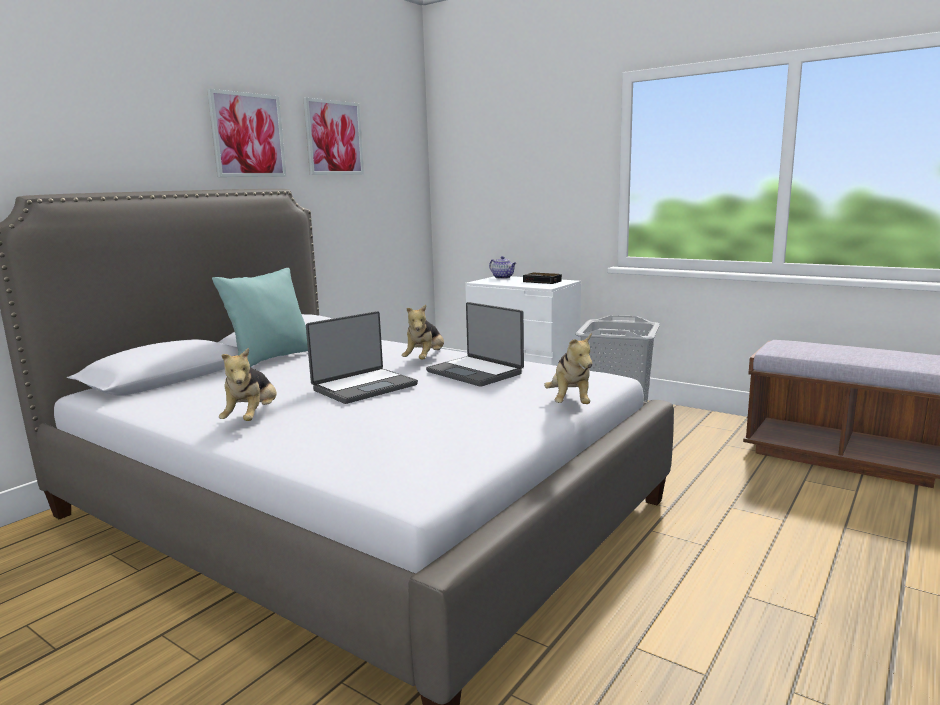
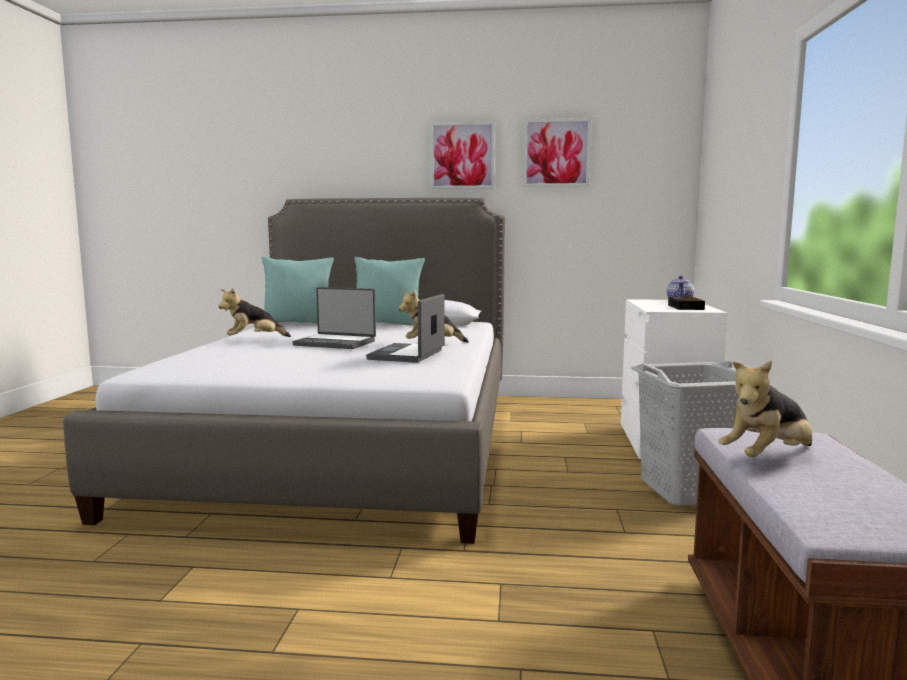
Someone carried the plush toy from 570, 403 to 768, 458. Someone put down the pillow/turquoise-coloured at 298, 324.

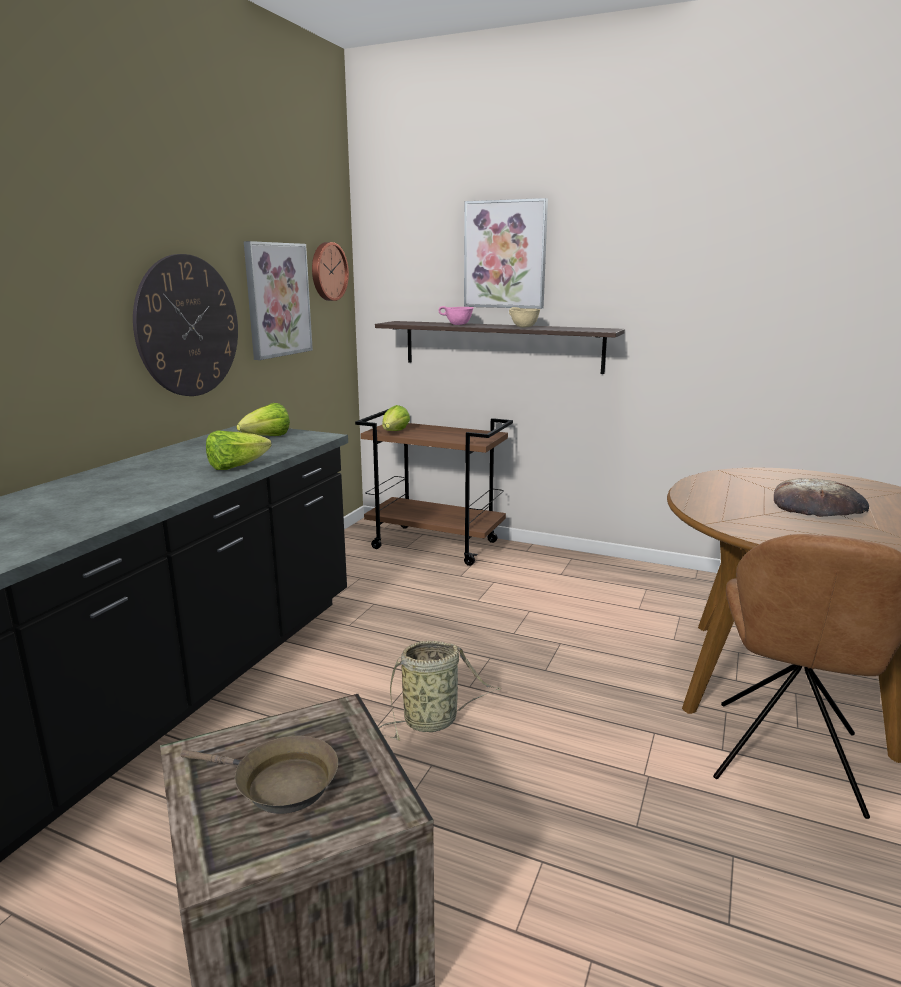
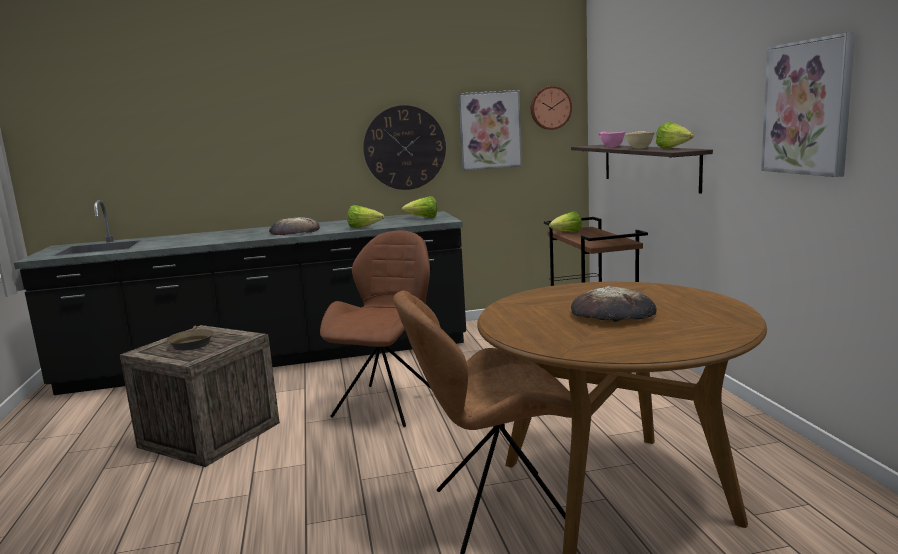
Someone swapped the storage basket at 434, 720 for the plain chair/brown-coloured at 388, 403. Someone carried the wall art from 505, 255 to 807, 107. Someone put down the bakery bread at 294, 232. Someone put down the lettuce at 674, 149.

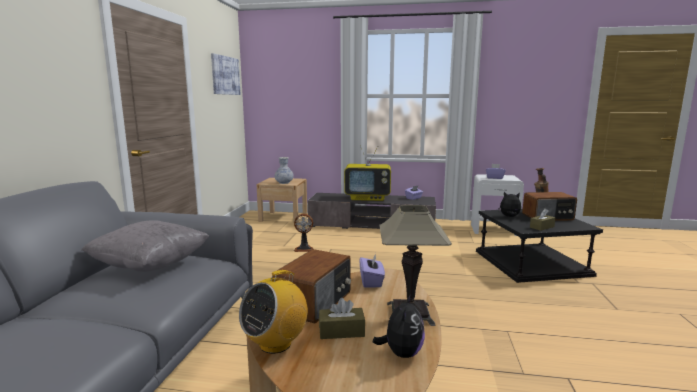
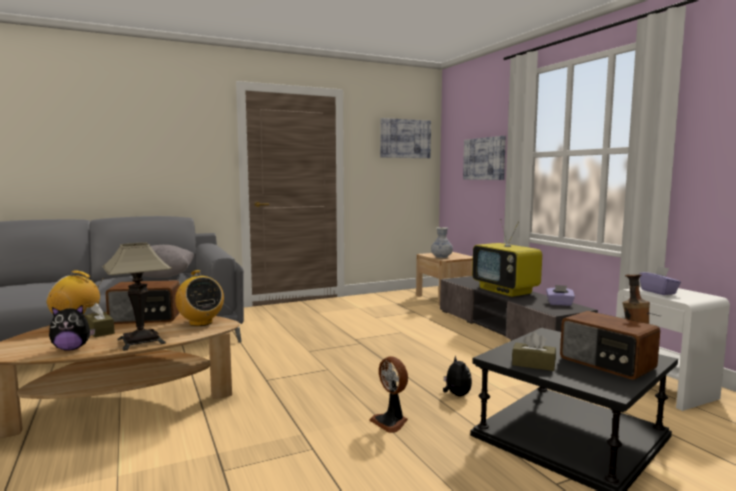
Someone carried the fan from 304, 249 to 391, 422. Someone swapped the tissue holder/purple at 371, 281 for the radio receiver at 200, 323. Someone carried the plush toy from 509, 217 to 456, 395. Someone put up the wall art at 484, 158.

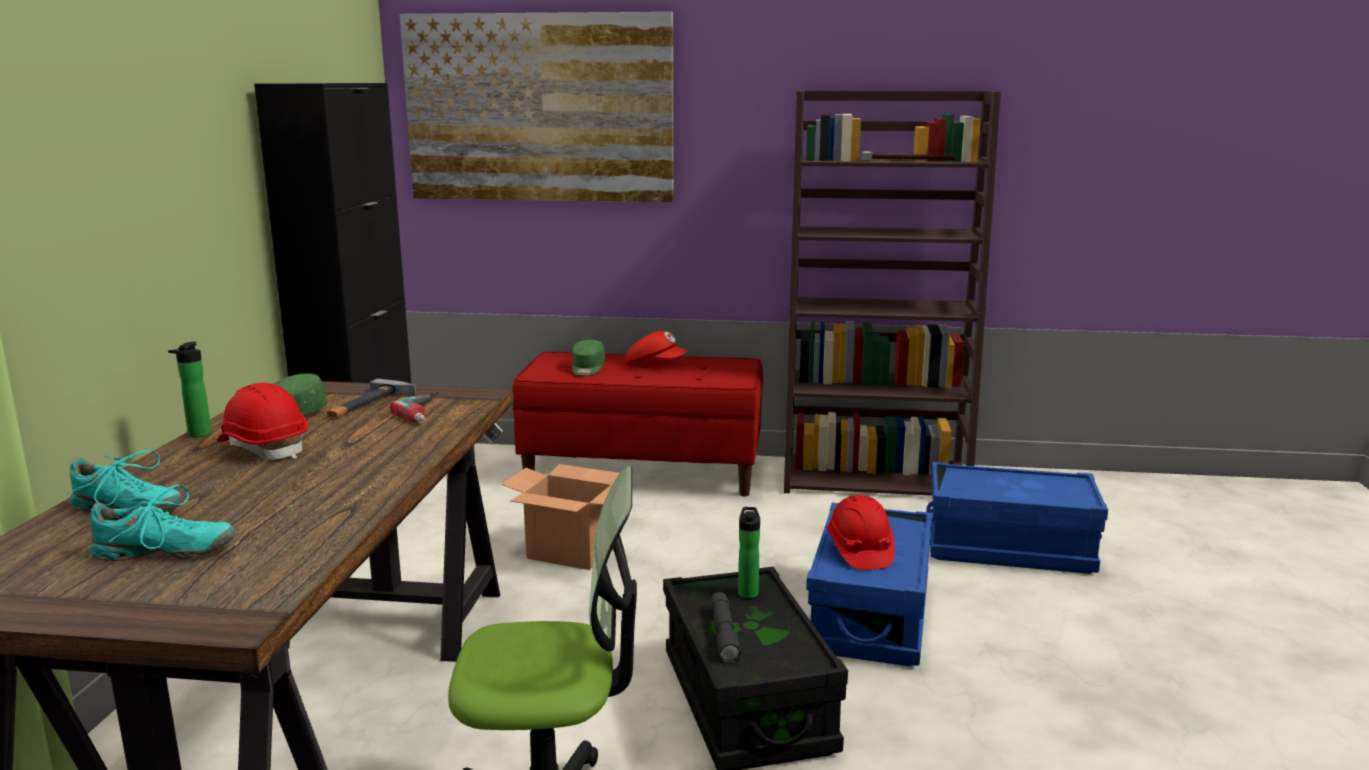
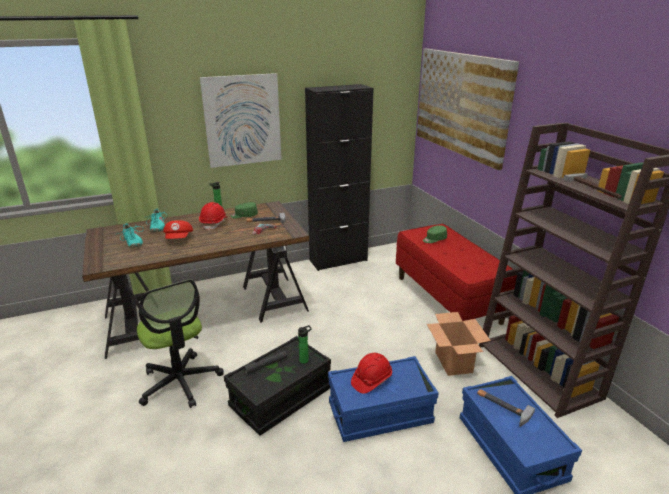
Someone carried the cardboard box from 570, 553 to 454, 362. Someone carried the peaked cap/red from 656, 364 to 179, 239. Someone put up the wall art at 242, 120. Someone put down the tool hammer at 502, 407.

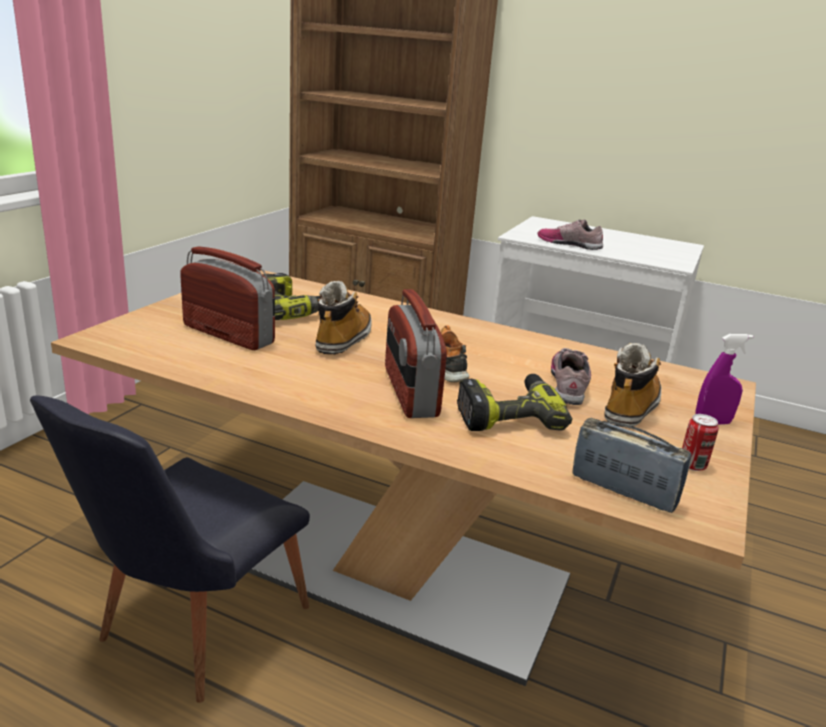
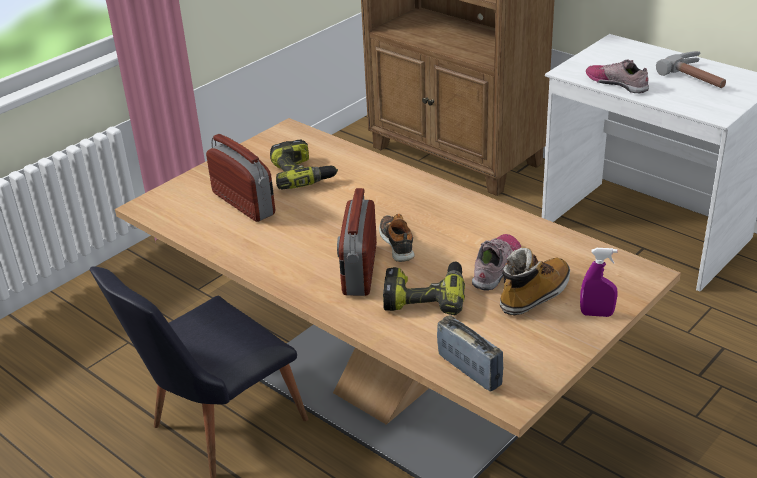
Someone took away the boot at 343, 339. Someone took away the metal can at 692, 465. Someone put down the tool hammer at 699, 77.

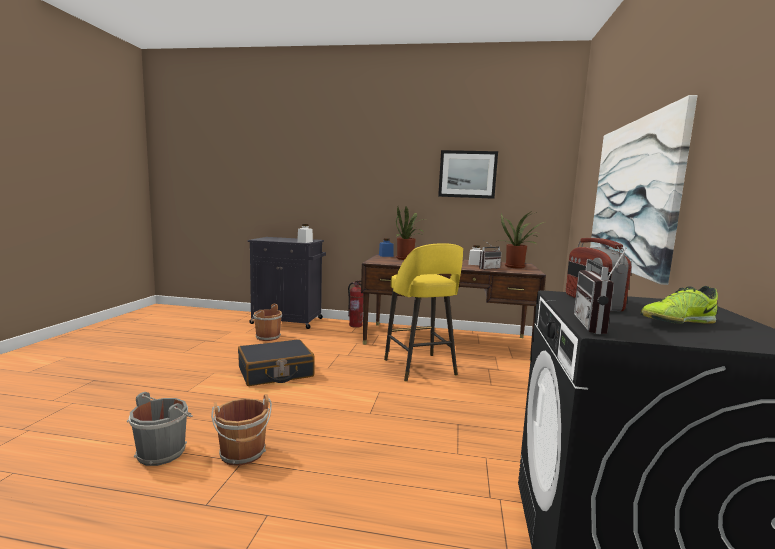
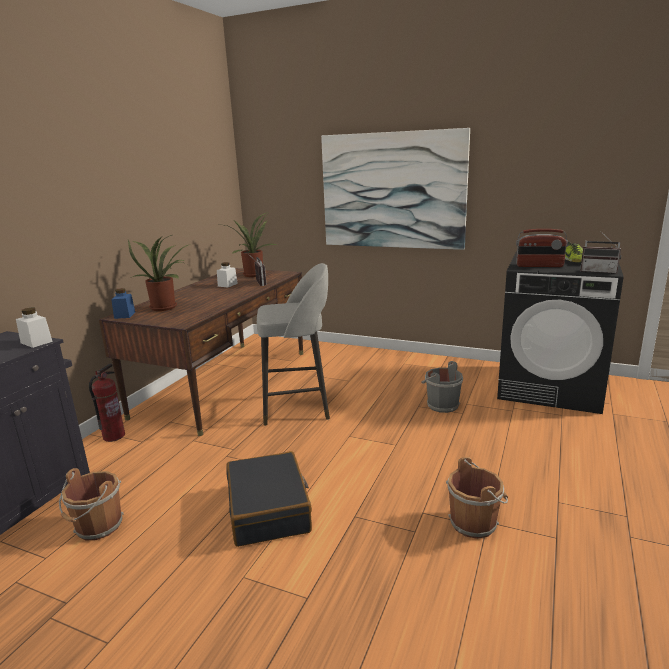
Someone carried the bucket/greyish from 163, 452 to 441, 405. Someone repainted the sitting stool/yellowish at 420, 368, which became the sitting stool/greyish at 298, 407. Someone took away the wall art at 467, 174.

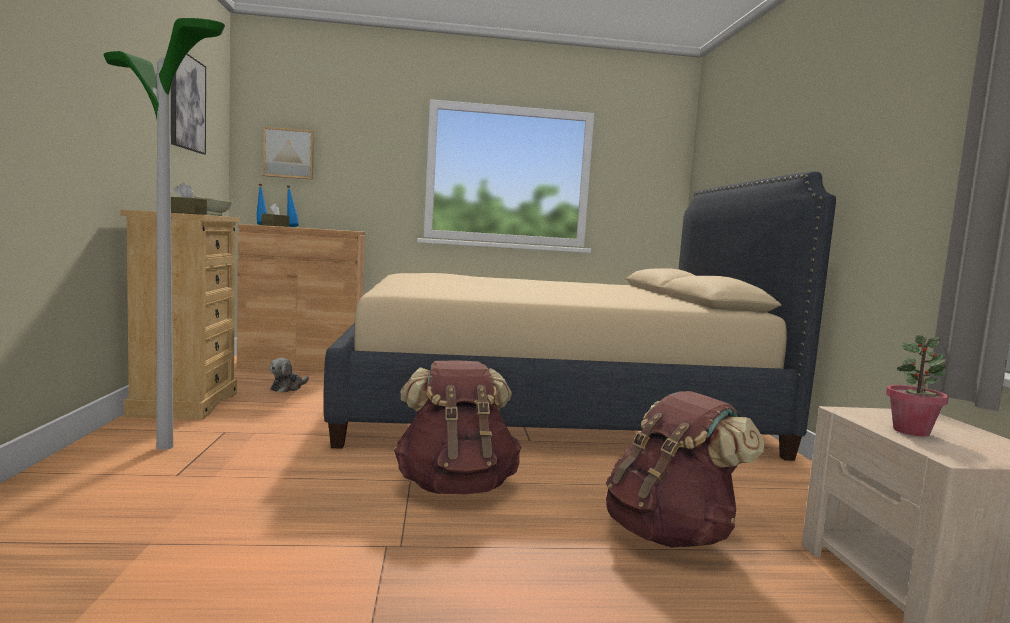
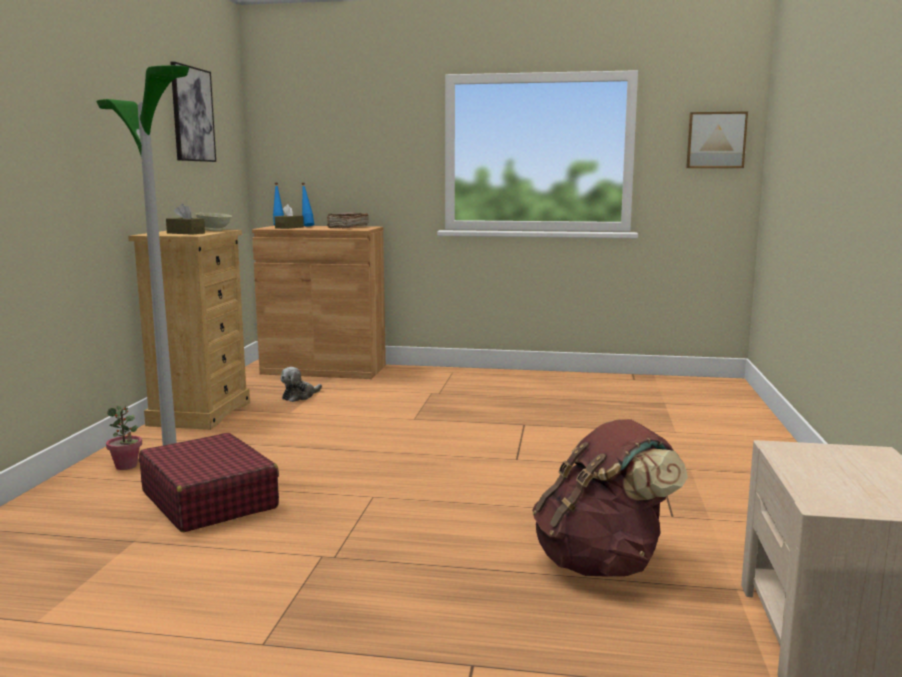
Someone carried the wall art from 289, 153 to 716, 140. Someone took away the sleeping bed/beige-coloured at 547, 408. Someone took away the backpack/brown-coloured at 456, 486. Someone carried the plant in a pot from 911, 431 to 126, 466. Someone put down the piece of luggage/red at 209, 499. Someone put down the book/brown-coloured at 347, 227.

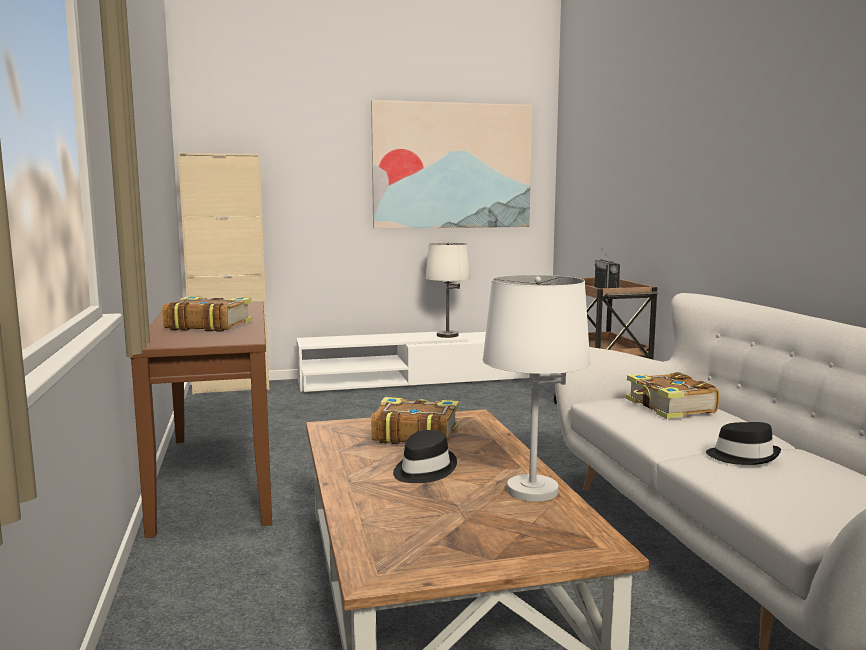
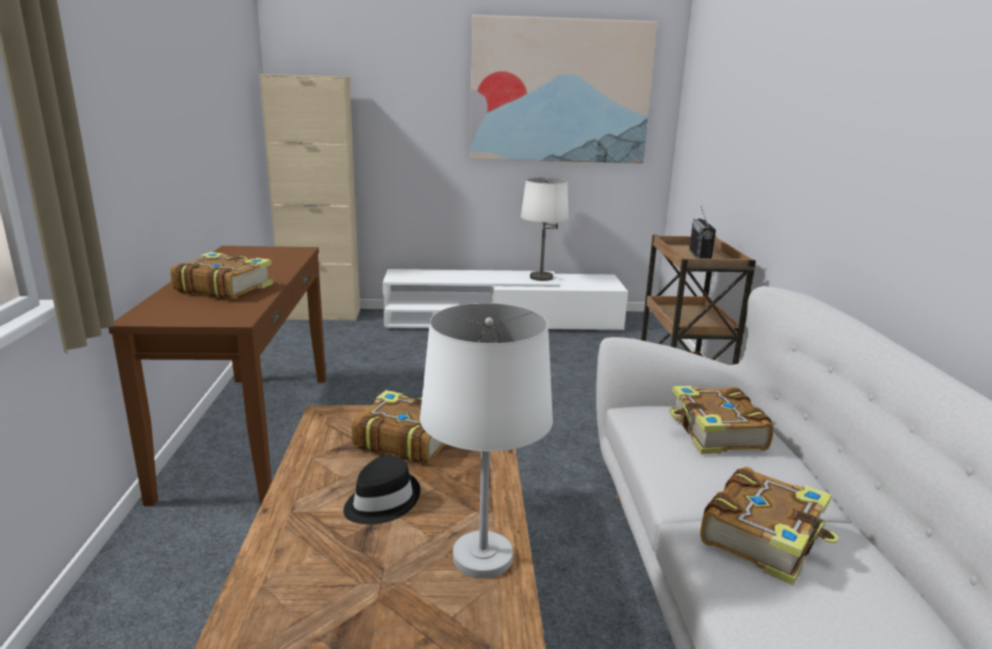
Someone swapped the hat/blackish at 743, 456 for the book at 765, 537.

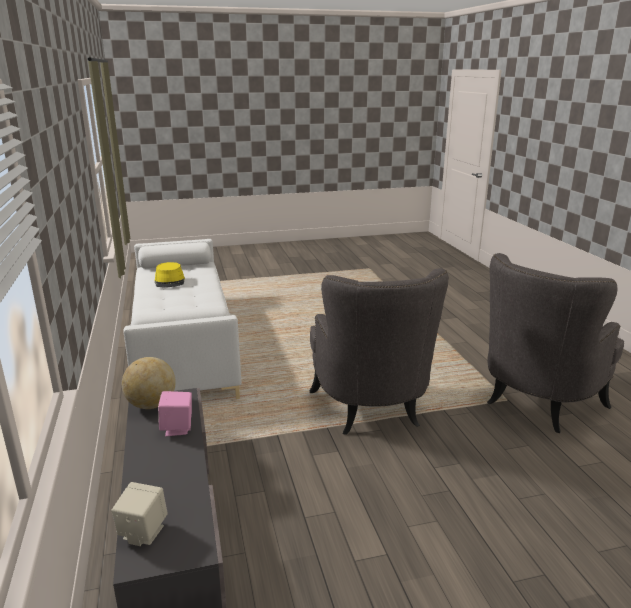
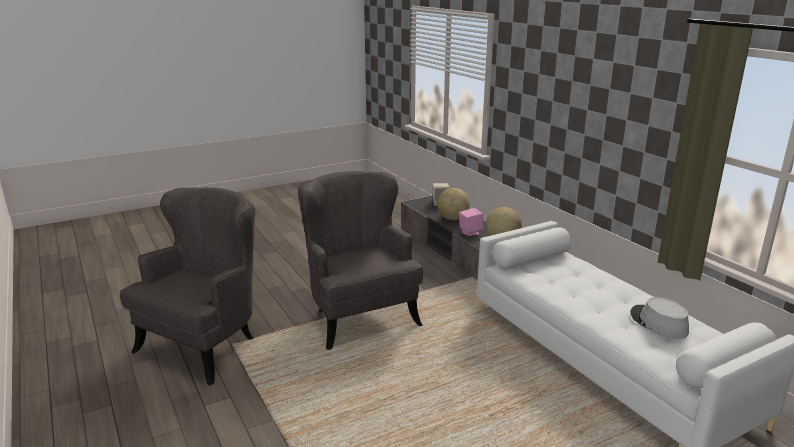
Someone repainted the hat/yellowish at 170, 281, which became the hat/greyish at 658, 323. Someone put down the world globe at 452, 219.

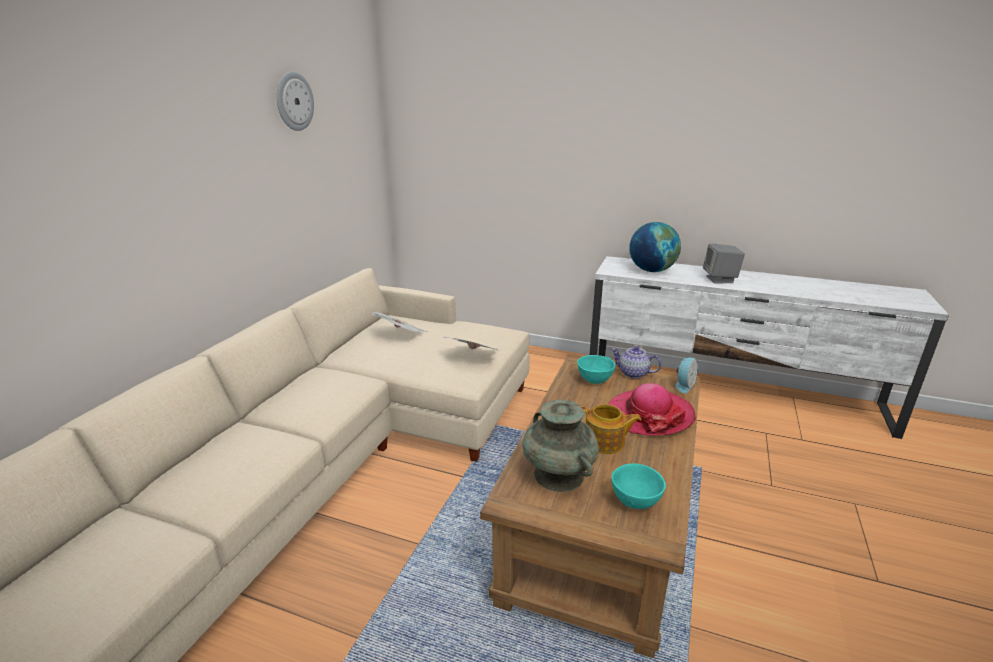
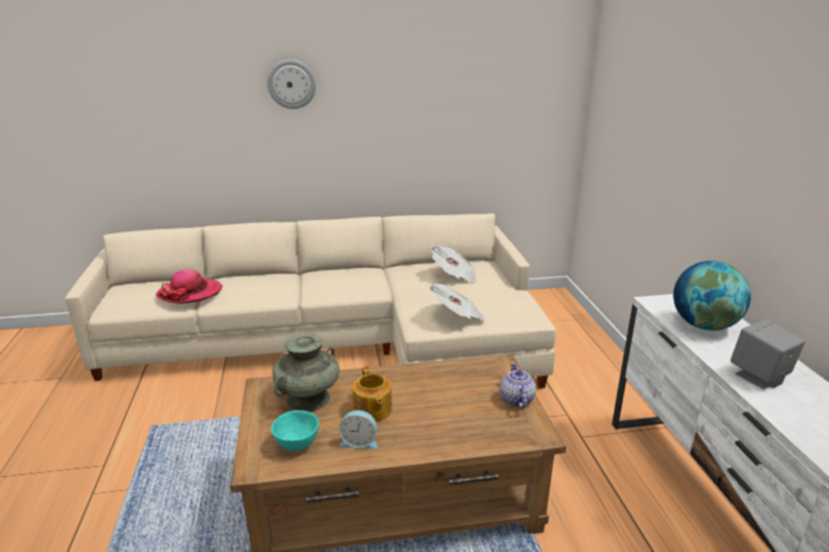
Someone carried the clock on the wall from 294, 101 to 291, 84. Someone took away the deep dish/turquoise-coloured at 594, 380. Someone carried the hat from 649, 415 to 190, 293. Someone carried the alarm clock from 684, 385 to 359, 442.

